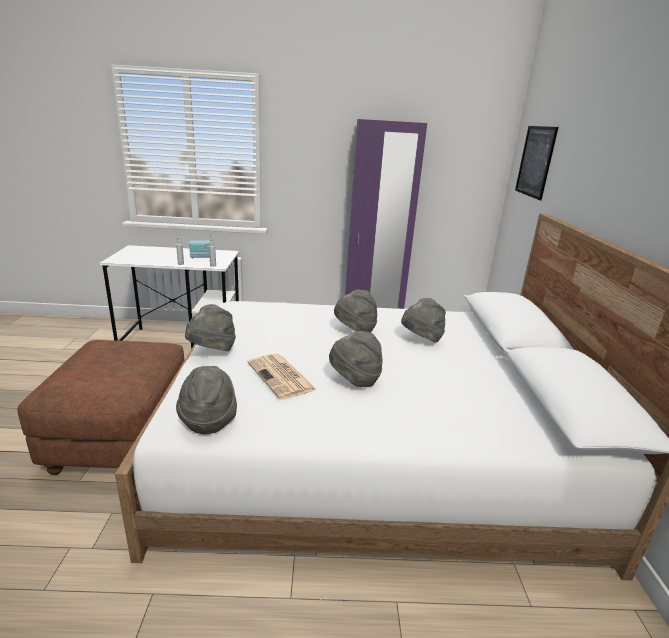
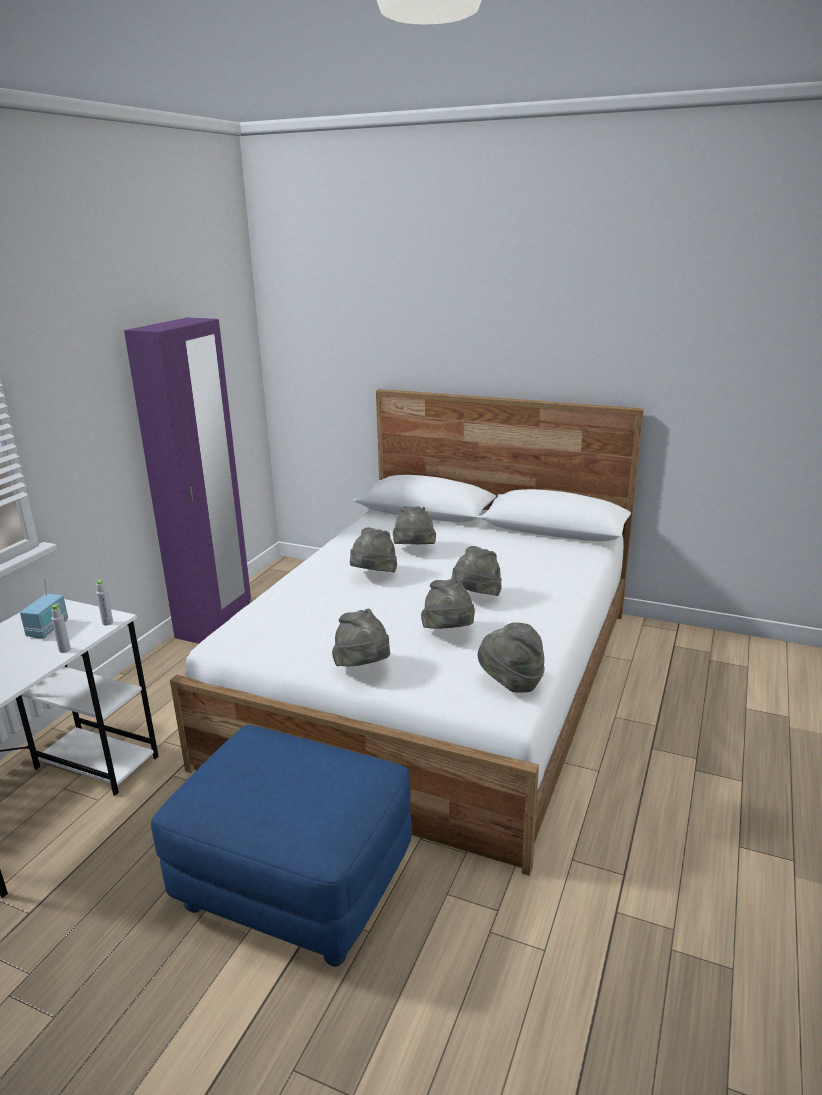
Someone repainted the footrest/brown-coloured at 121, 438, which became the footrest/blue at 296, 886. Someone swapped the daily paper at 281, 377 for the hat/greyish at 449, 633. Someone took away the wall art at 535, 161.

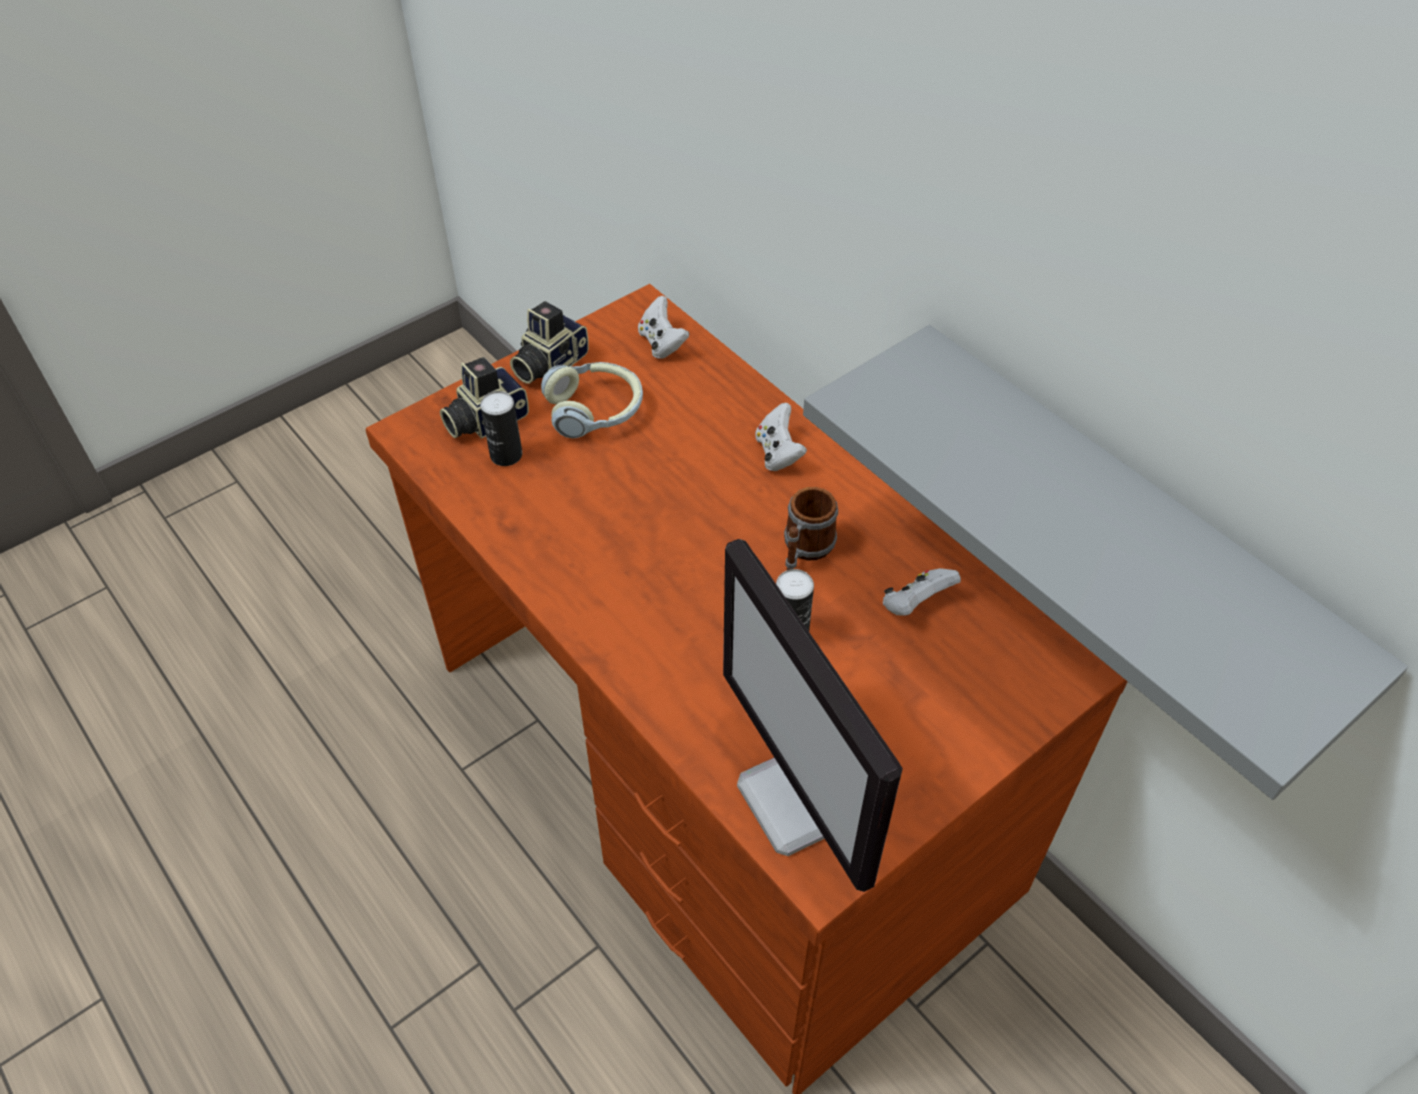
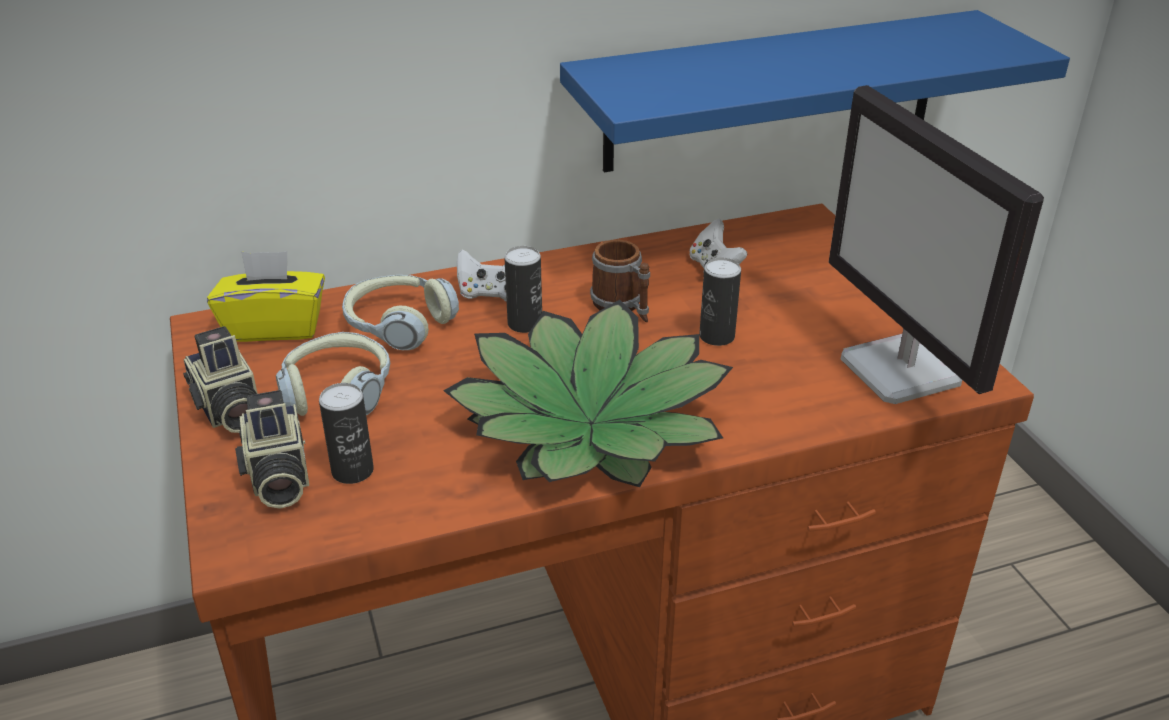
Someone swapped the game controller/whitish at 662, 343 for the tissue holder/yellowish at 275, 326. Someone rotated the computer screen at 801, 801 by 75 degrees clockwise. Someone repainted the bracket shelf/greyish at 1122, 524, which became the bracket shelf/blue at 774, 91. Someone put down the headphones at 398, 324. Someone put down the plant in a pot at 590, 423. Someone put down the metal can at 525, 324.

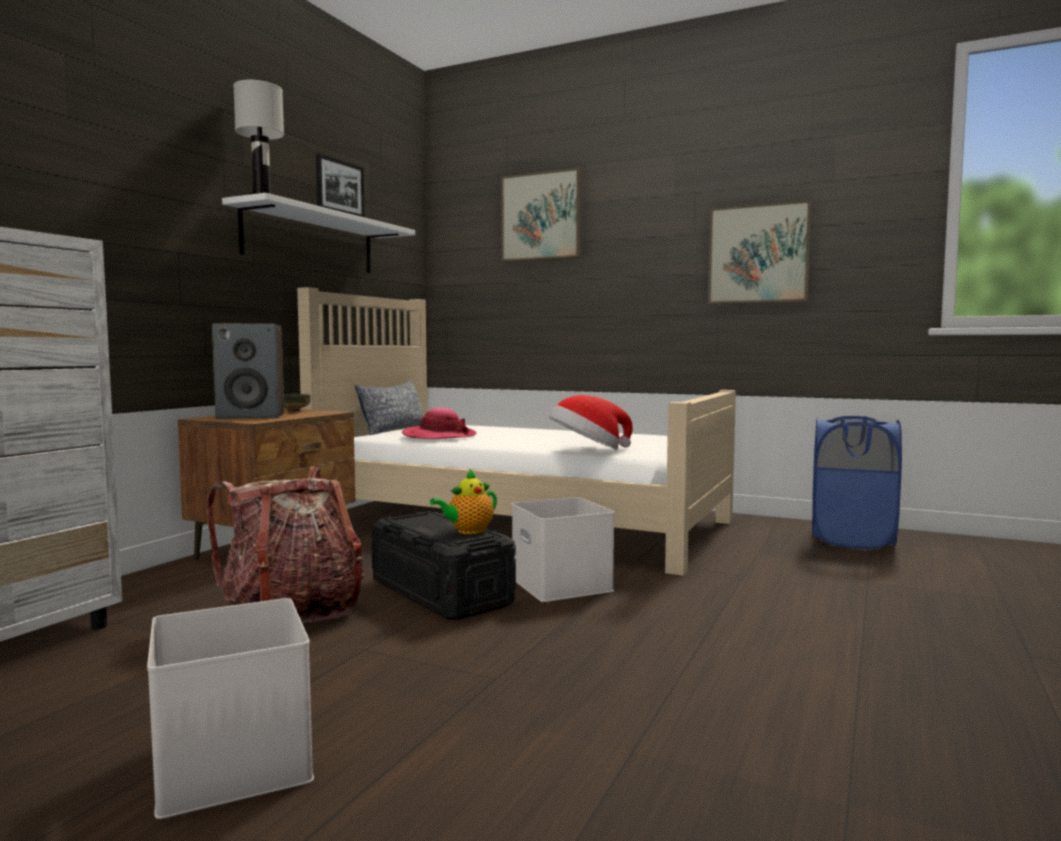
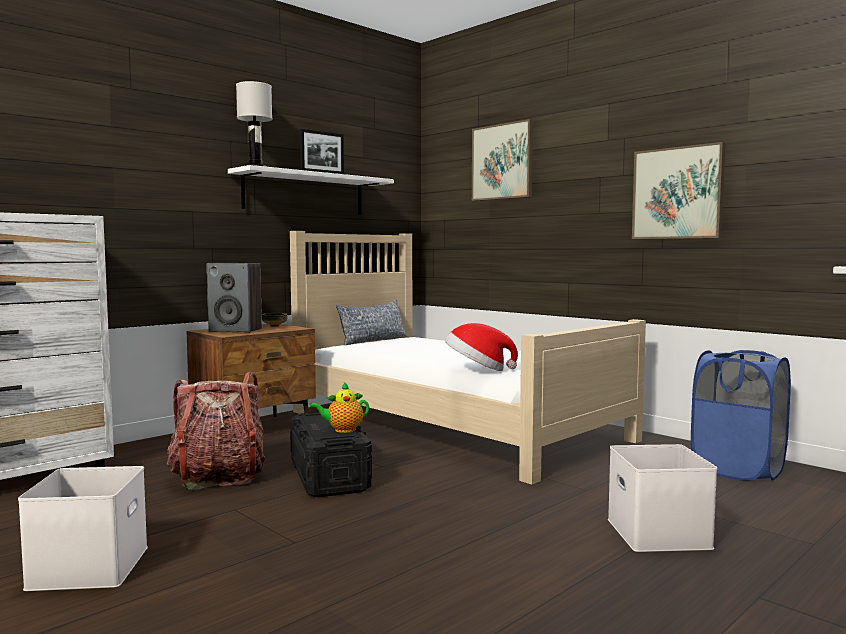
Someone took away the hat at 439, 436. Someone carried the storage box/whitish from 559, 584 to 655, 532.

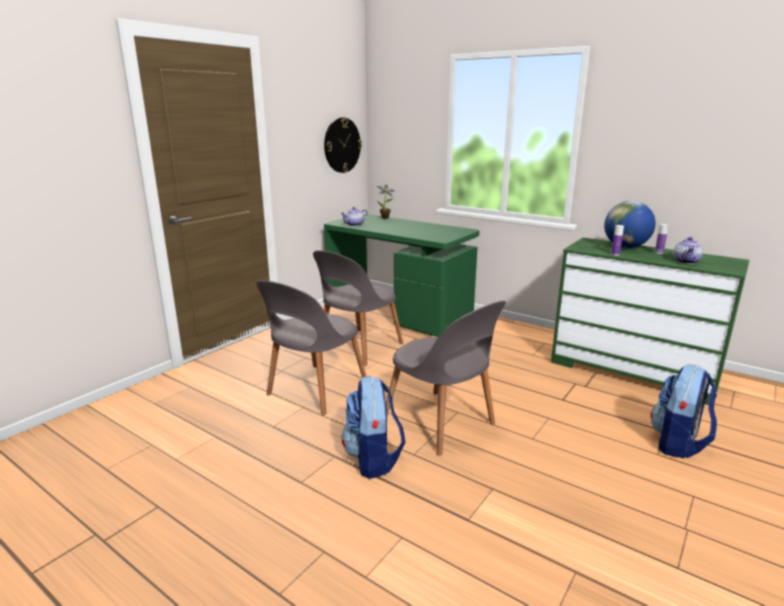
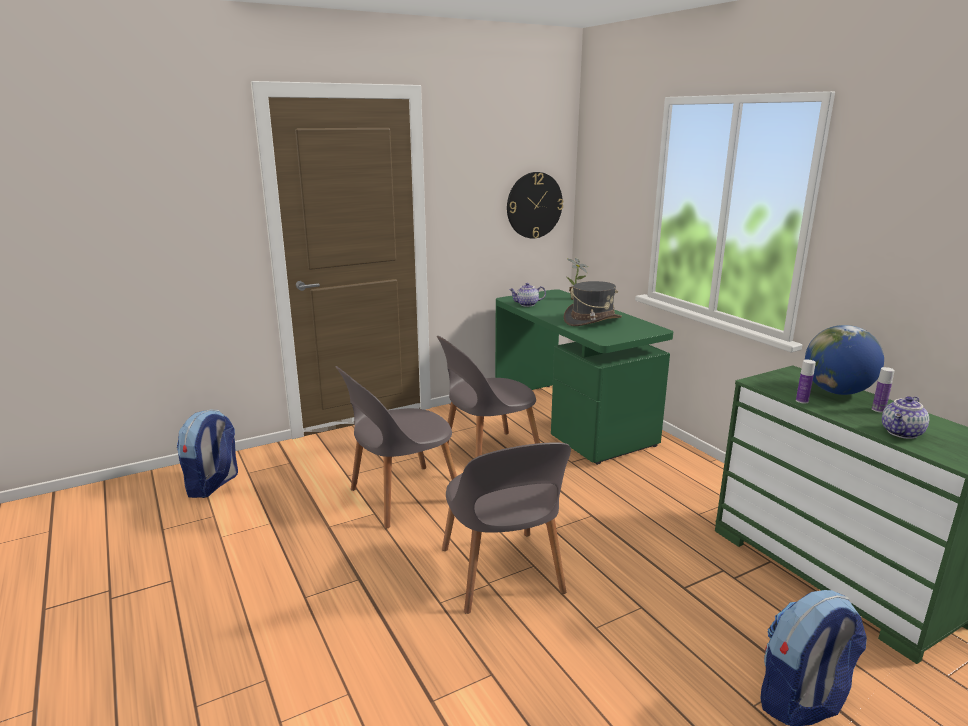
Someone carried the backpack from 373, 459 to 213, 485. Someone put down the hat/greyish at 592, 320.

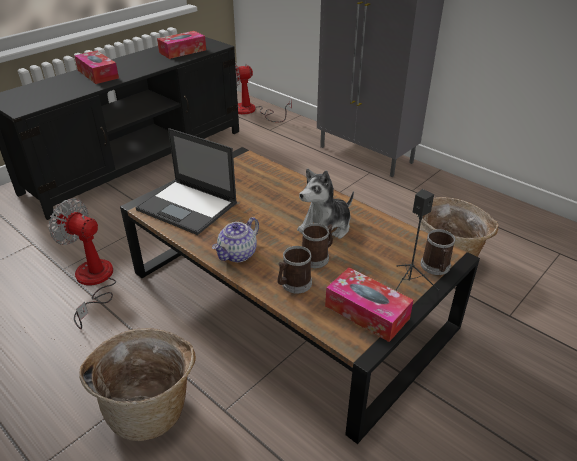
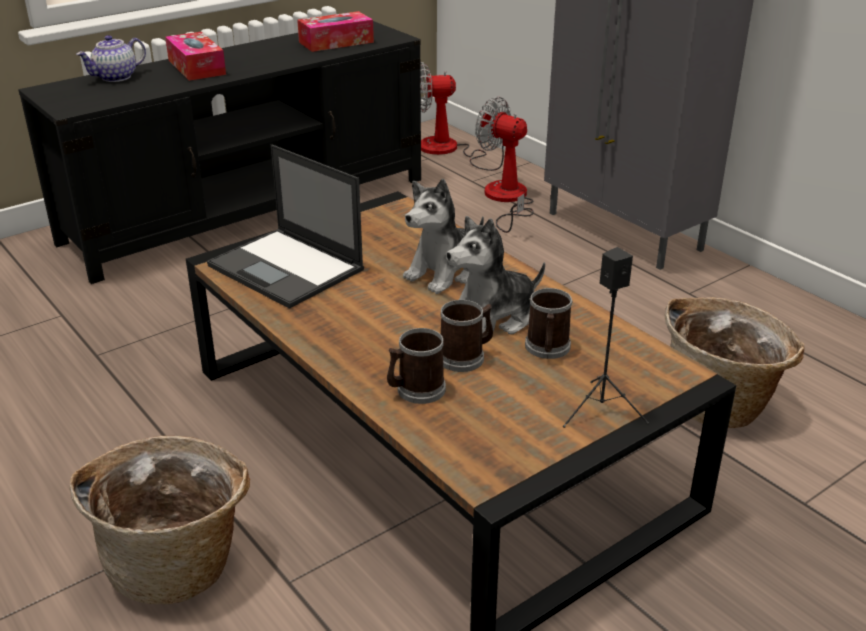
Someone carried the fan from 93, 282 to 506, 200. Someone carried the pot for tea from 238, 254 to 116, 77. Someone took away the tissue holder at 367, 312. Someone carried the coffee mug from 436, 267 to 547, 349. Someone put down the plush toy at 446, 273.

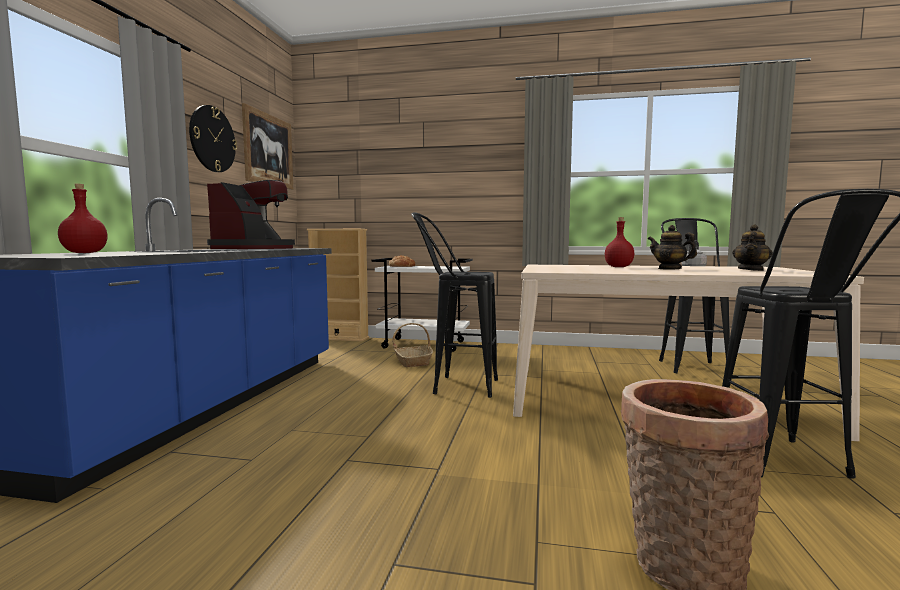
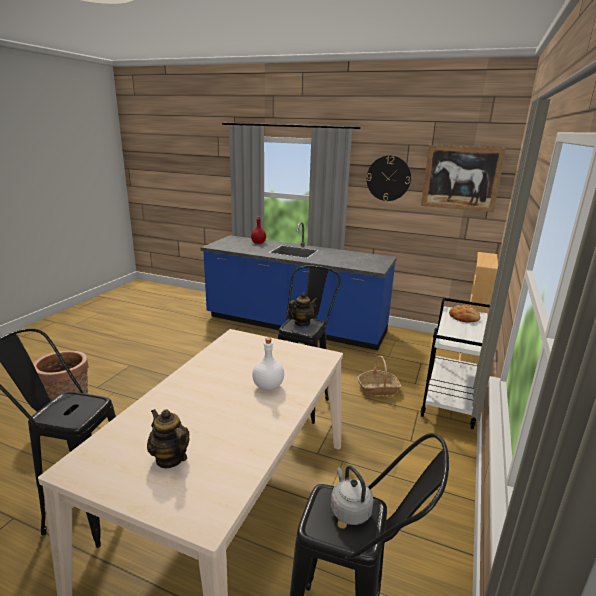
Someone took away the coffee maker at 255, 248. Someone repainted the beverage bottle/red at 619, 267, which became the beverage bottle/whitish at 267, 387. Someone carried the pot for tea from 669, 269 to 302, 323.

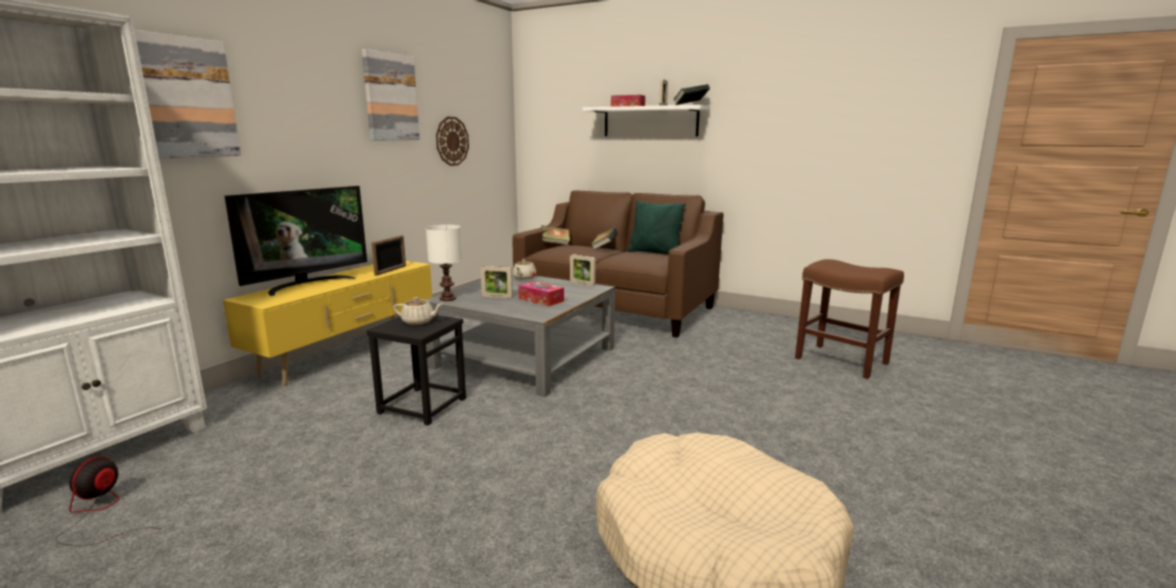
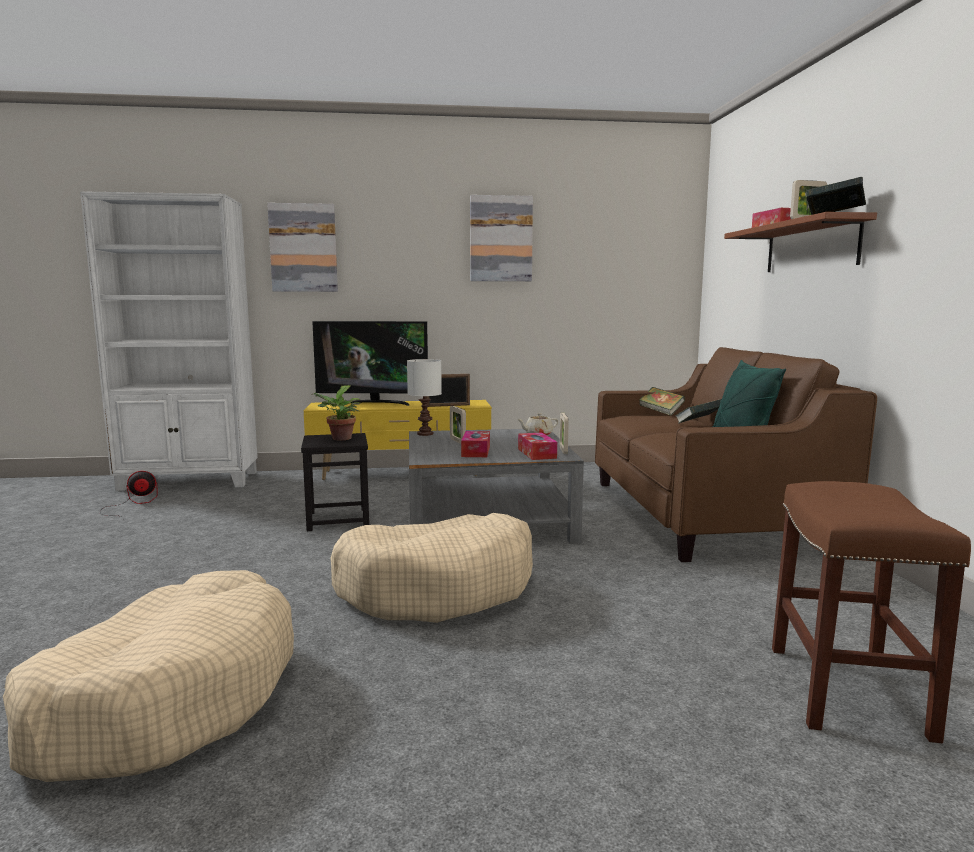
Someone swapped the pot for tea/beige-coloured at 419, 322 for the plant in a pot at 340, 439. Someone took away the clock on the wall at 452, 141. Someone repainted the bracket shelf/whitish at 650, 121, which became the bracket shelf/brown-coloured at 811, 247. Someone put down the pet bed/beige-coloured at 438, 588. Someone put down the tissue holder at 537, 453.

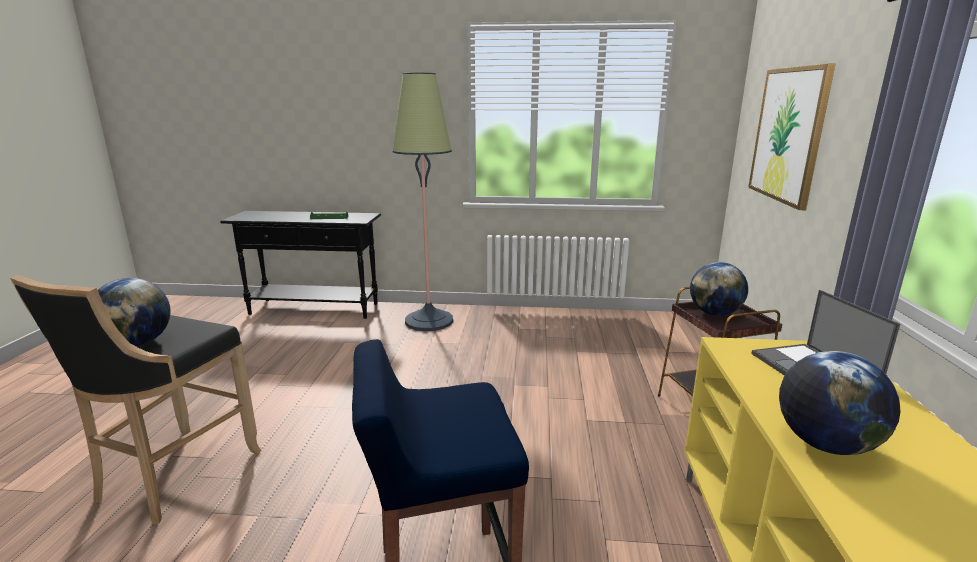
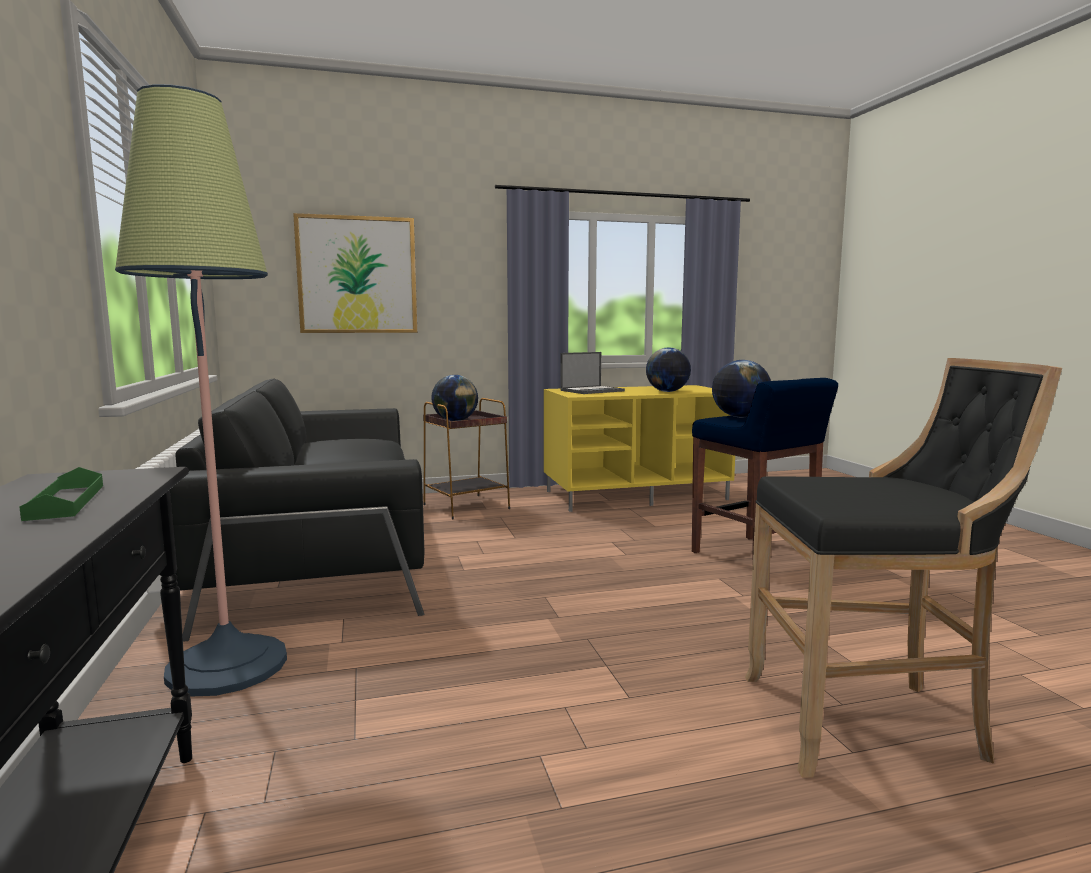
Someone carried the world globe from 138, 343 to 739, 417. Someone put down the sofa/blackish at 322, 548.

